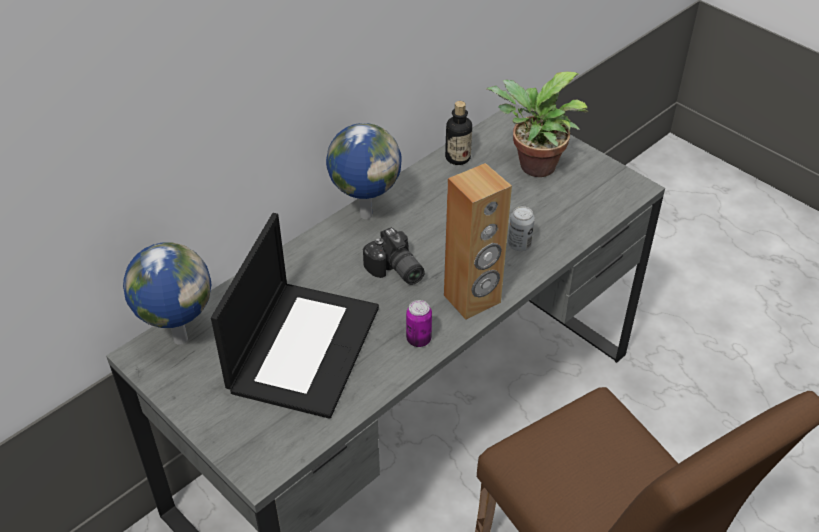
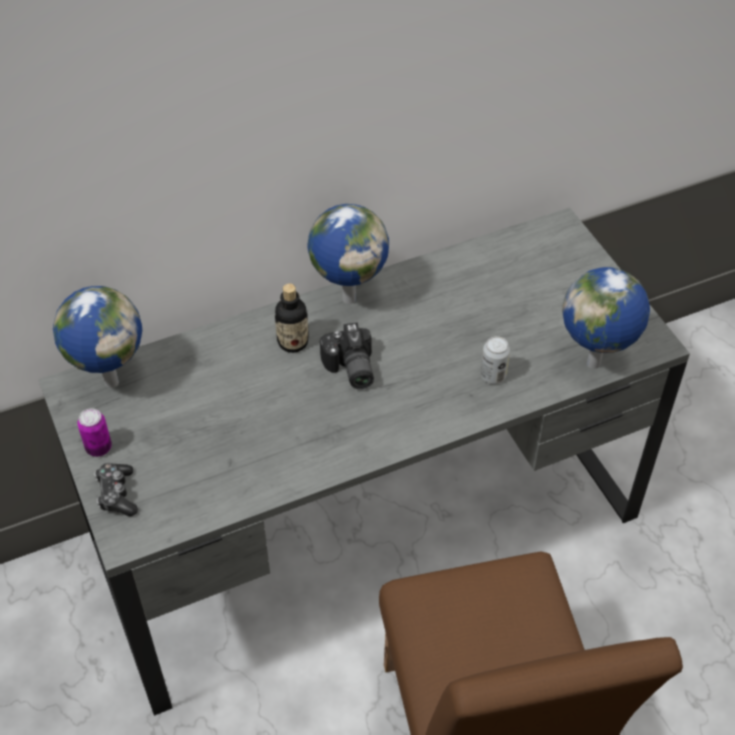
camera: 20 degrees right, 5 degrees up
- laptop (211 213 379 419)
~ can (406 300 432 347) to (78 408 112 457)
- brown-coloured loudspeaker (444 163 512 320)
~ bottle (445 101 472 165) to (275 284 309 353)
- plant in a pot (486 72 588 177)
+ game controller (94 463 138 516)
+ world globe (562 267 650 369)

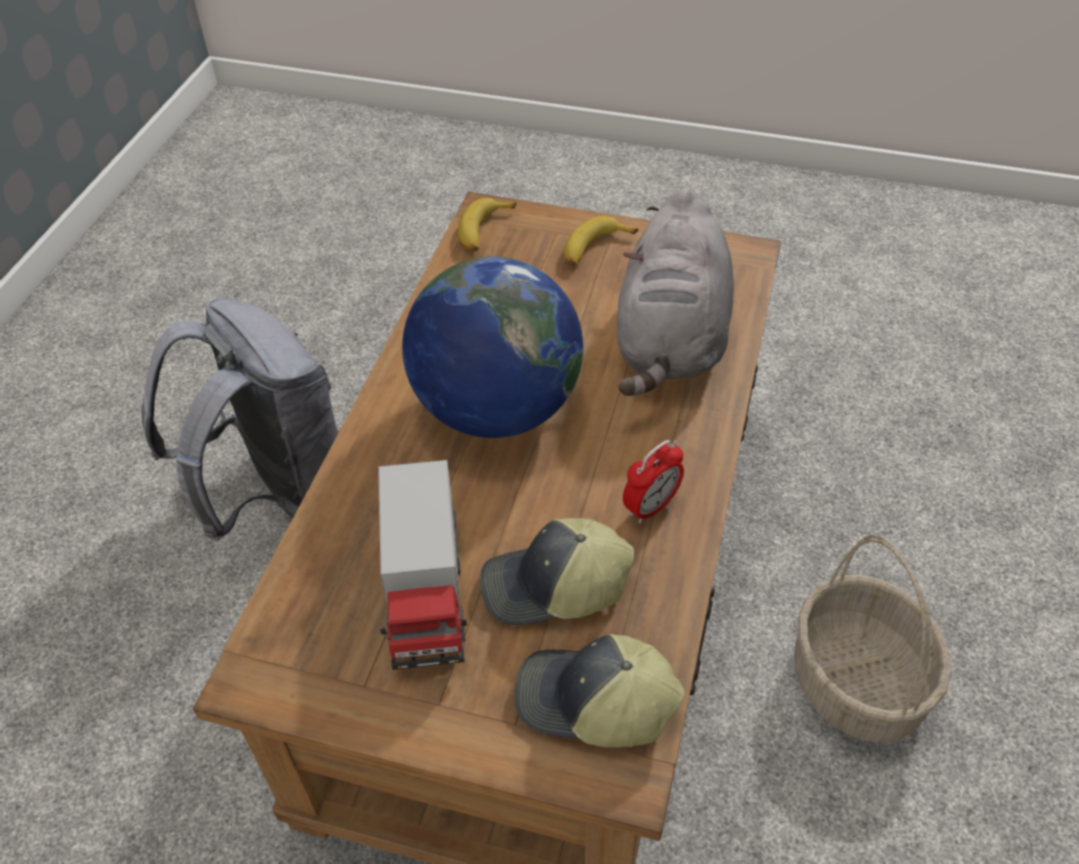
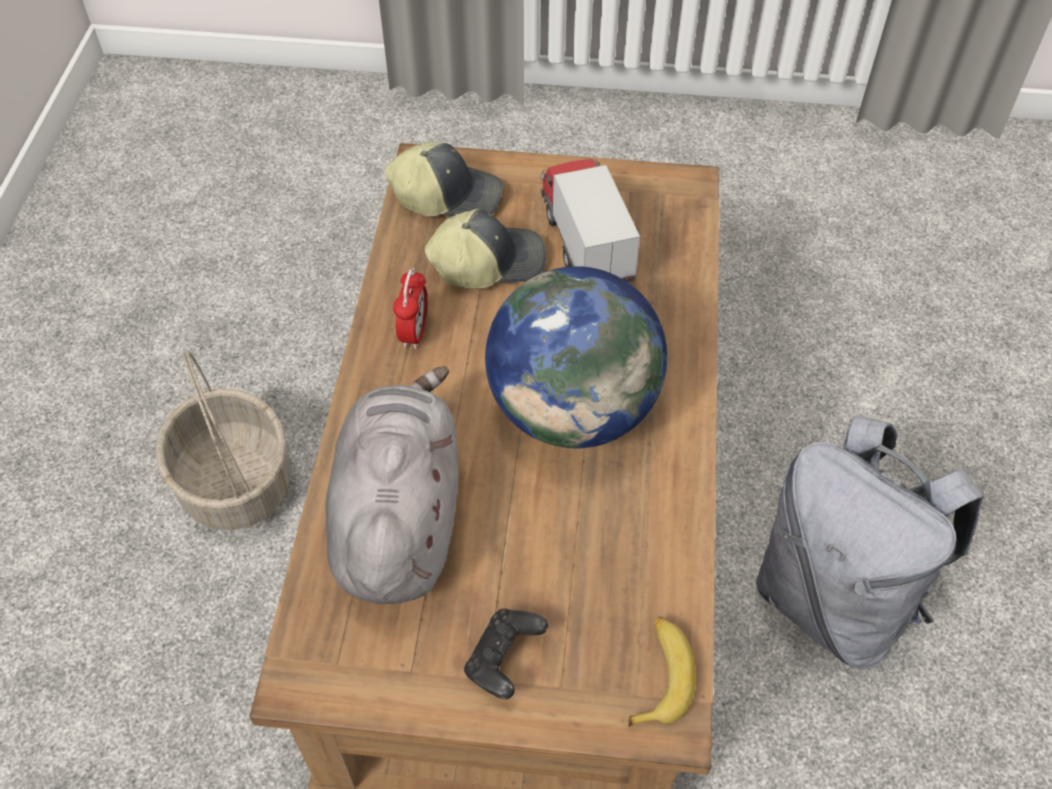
camera: 170 degrees right, 5 degrees up
~ banana (564 216 638 266) to blackish game controller (464 608 548 699)
~ alarm clock (623 440 684 524) = (393 268 428 349) 150 degrees clockwise

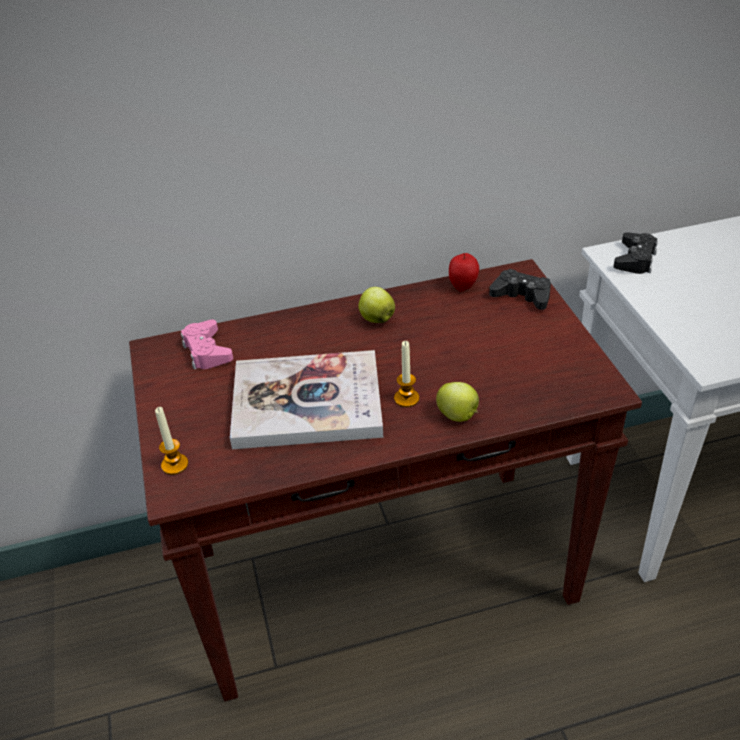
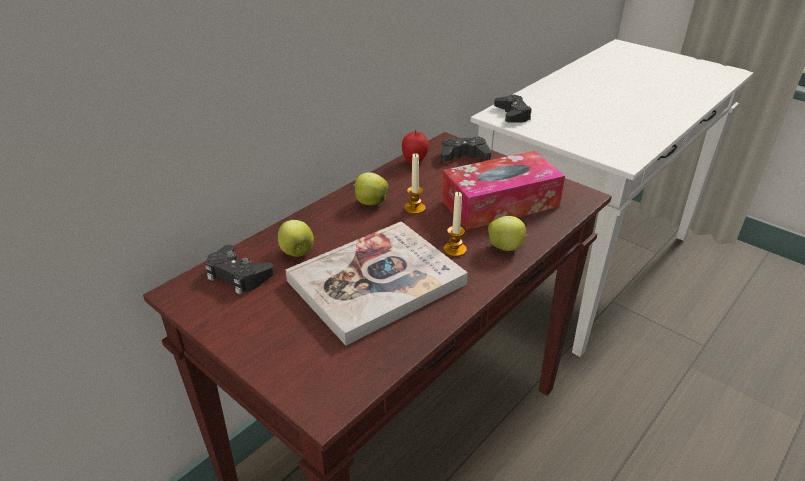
camera: 35 degrees left, 5 degrees down
~ wax candle (155 407 188 475) to (404 153 425 214)
~ pink game controller (181 319 233 370) to blackish game controller (205 245 274 295)
+ whole apple (278 220 314 257)
+ tissue holder (442 151 565 230)

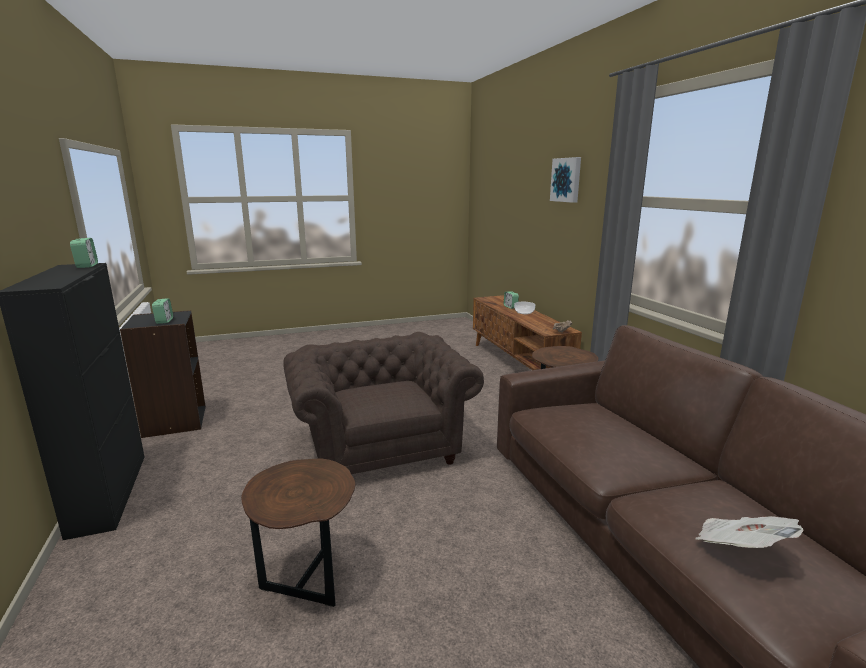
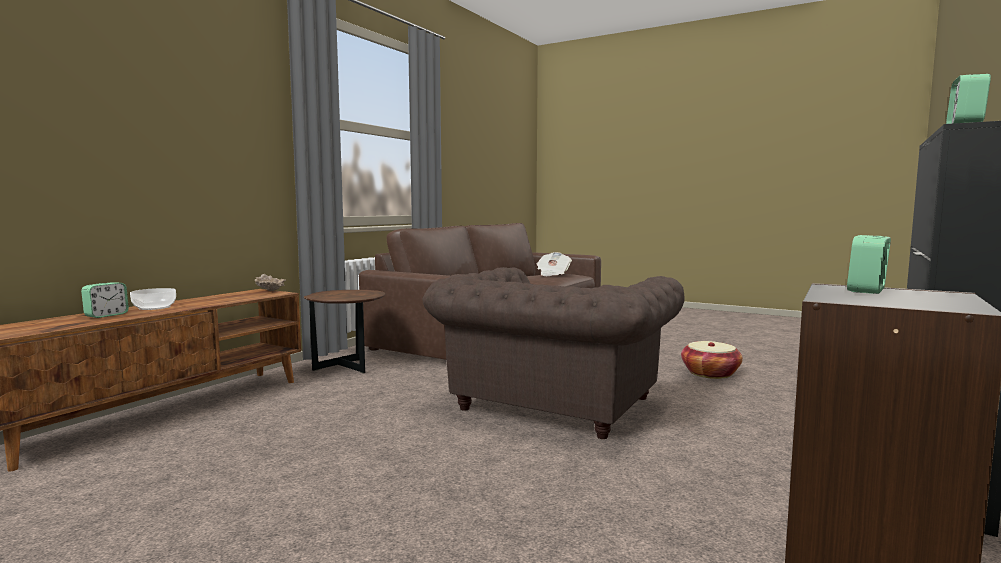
camera: 130 degrees left, 10 degrees down
~ brown-coloured end table (241 458 355 607) to household basket (681 341 743 379)
- wall picture (550 157 581 203)

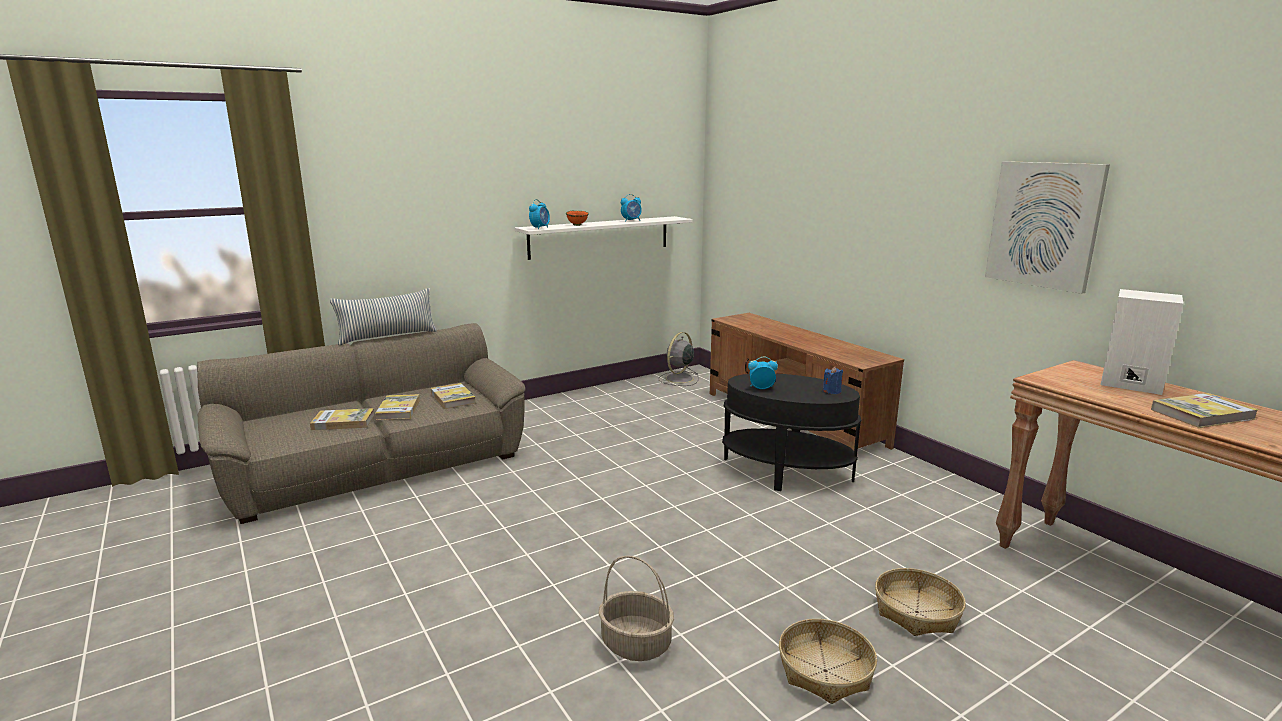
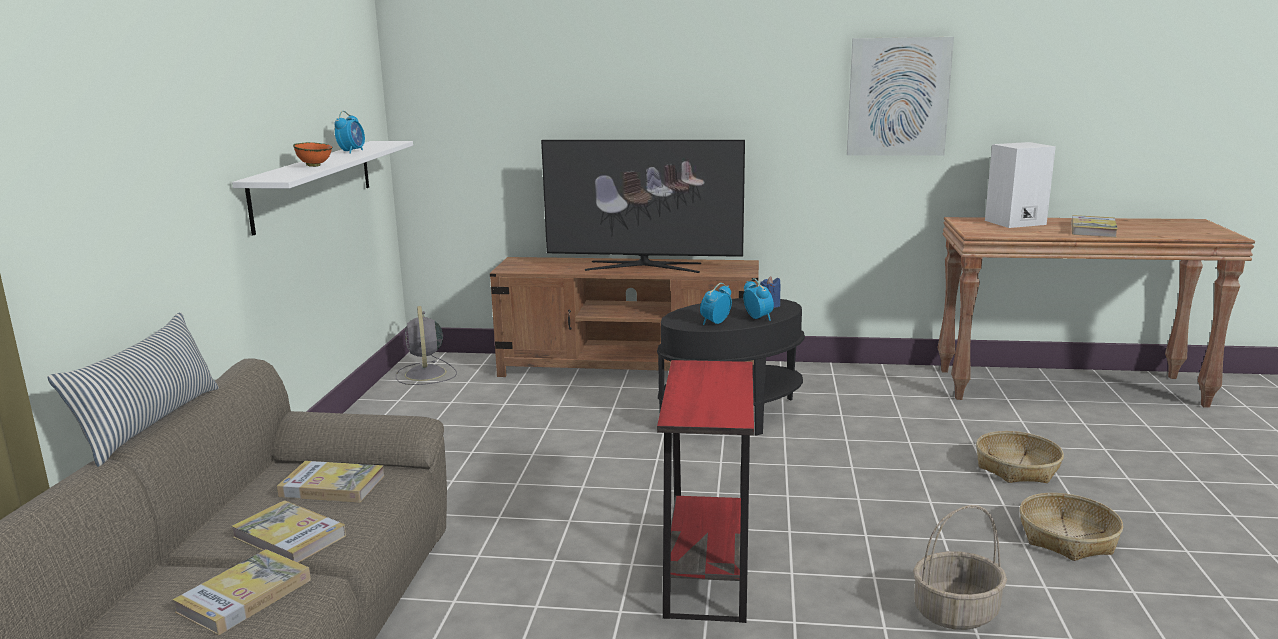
camera: 50 degrees left, 0 degrees up
~ alarm clock (529 199 550 229) to (743 278 774 321)
+ TV (541 140 745 273)
+ reddish end table (657 360 754 623)

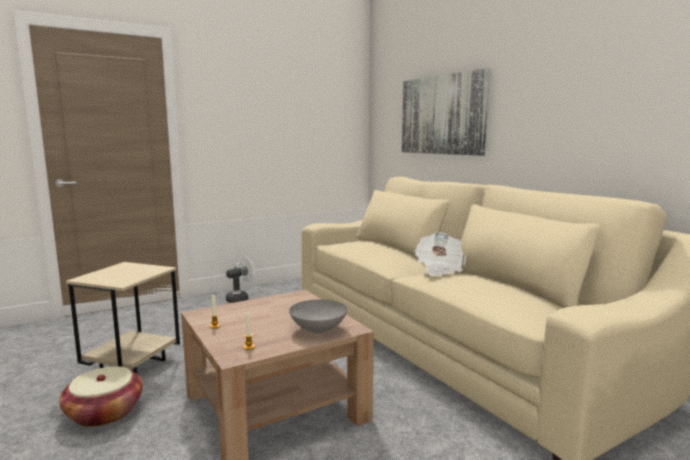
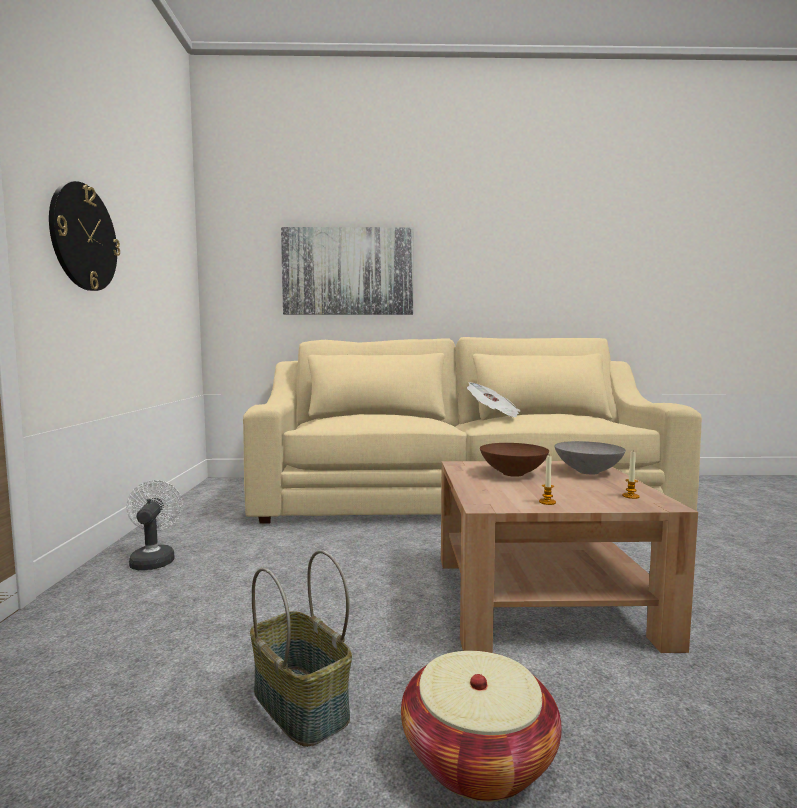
camera: 60 degrees left, 5 degrees down
~ beige end table (66 262 180 374) to household basket (250 550 352 747)
+ clock on the wall (49 181 120 291)
+ brown-coloured serving bowl (480 443 549 477)

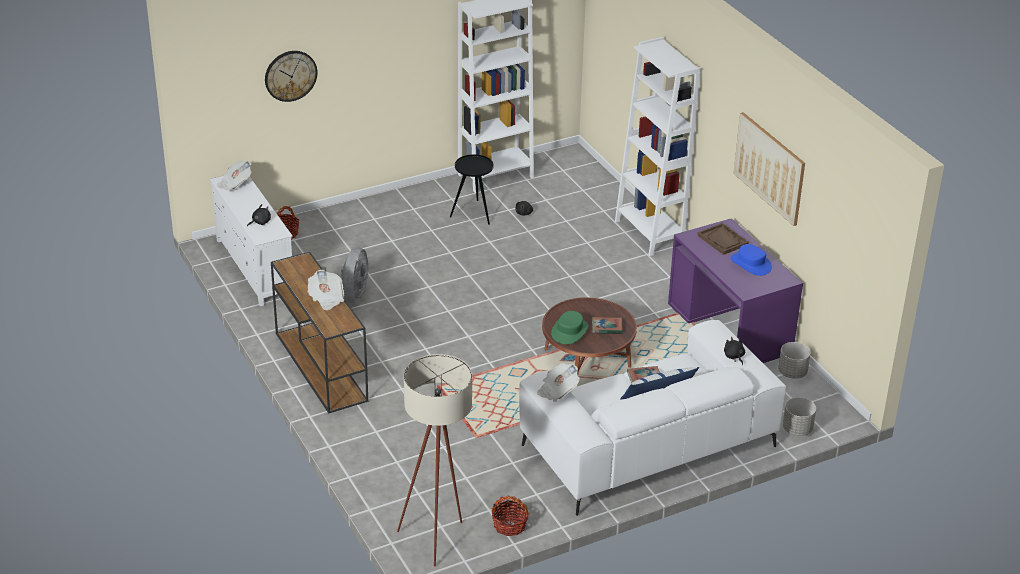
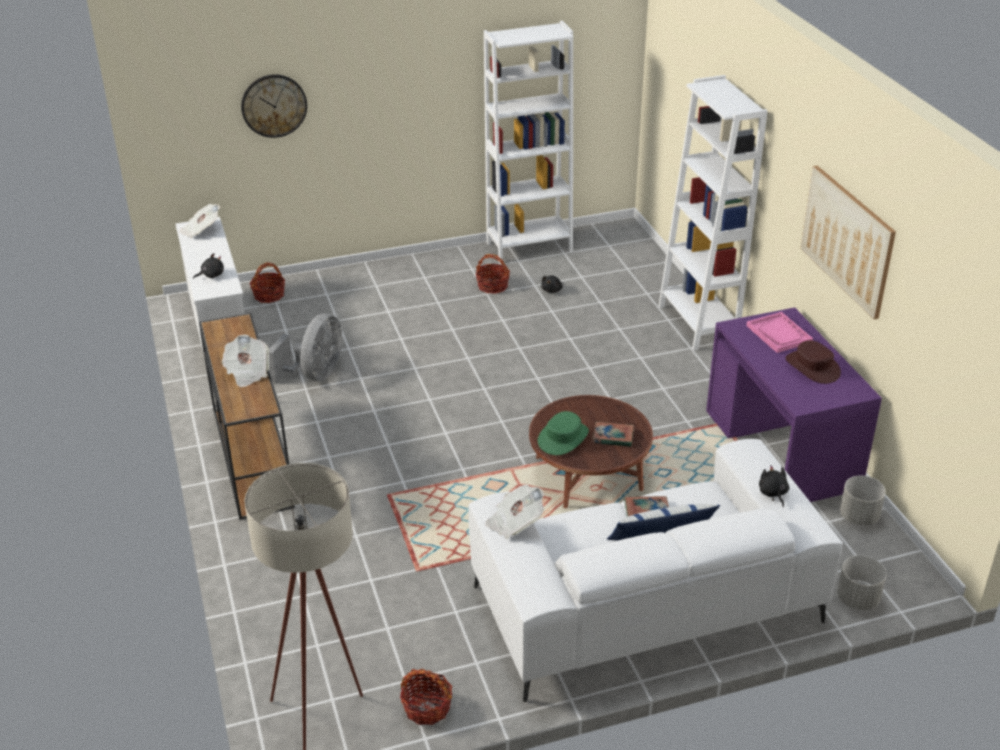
camera: 10 degrees right, 0 degrees up
~ blackish end table (450 154 494 225) to household basket (476 254 510 294)
~ brown-coloured tray (697 223 749 255) to pink tray (746 312 813 353)
~ bluish hat (730 244 772 276) to brown-coloured hat (786 340 841 384)

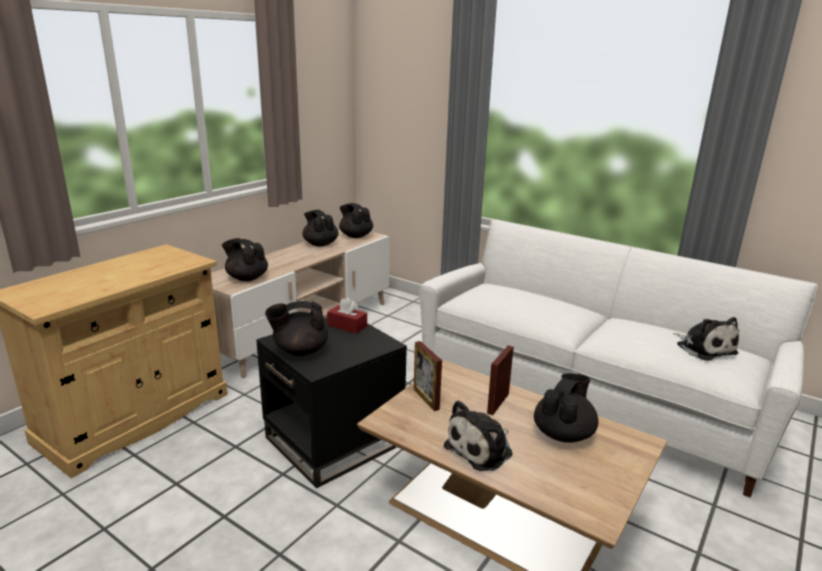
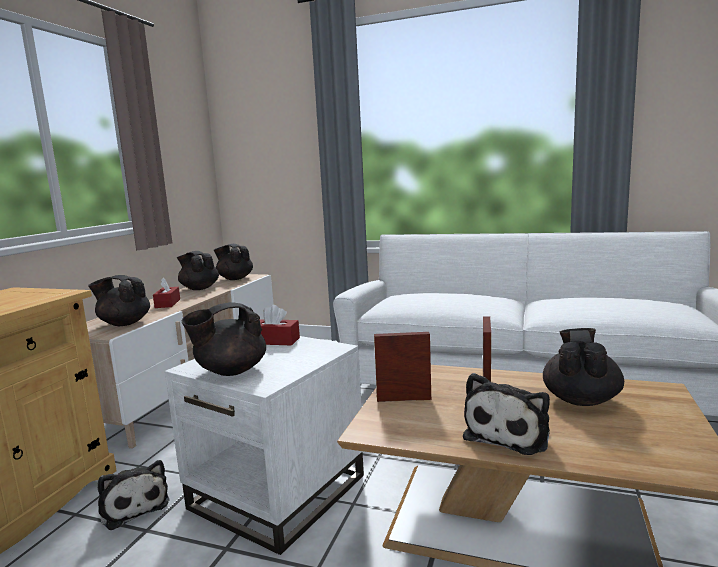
camera: 15 degrees left, 10 degrees down
~ blackish end table (256 318 407 488) to whitish end table (165 336 364 555)
~ picture frame (413 341 442 411) = (374 332 431 402) 135 degrees clockwise
~ soft toy (673 317 740 361) to (98 460 170 530)
+ reddish tissue holder (153 278 180 308)

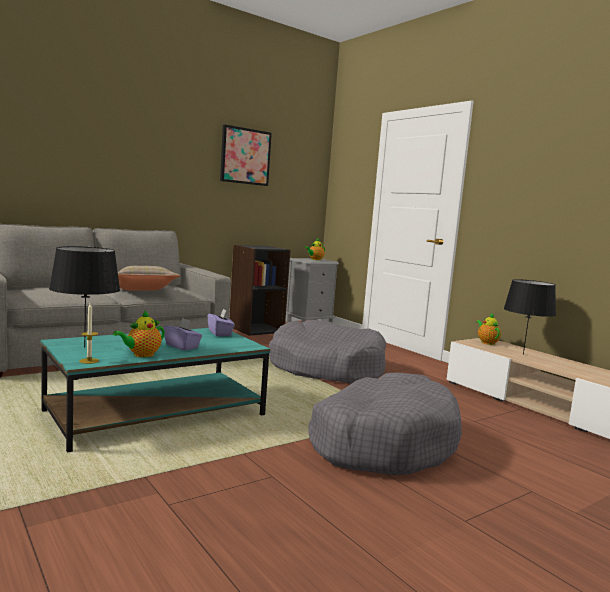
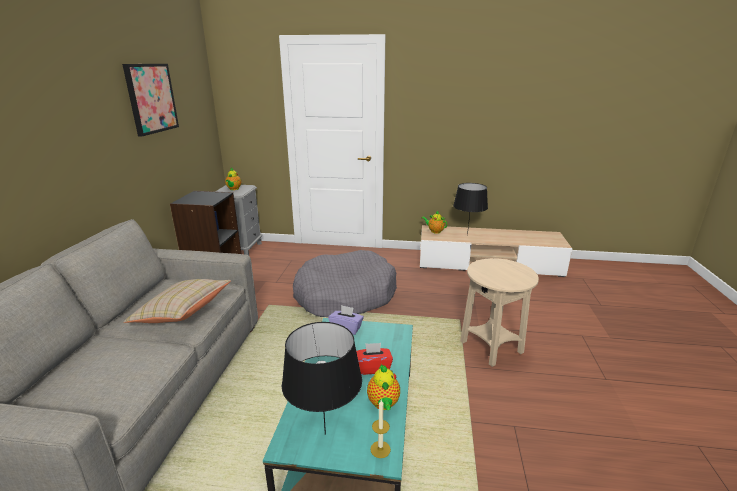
camera: 45 degrees left, 15 degrees up
~ purplish tissue holder (164 318 202 351) to reddish tissue holder (356 343 393 375)
~ gray pet bed (308 373 462 475) to beige end table (460 258 539 367)

